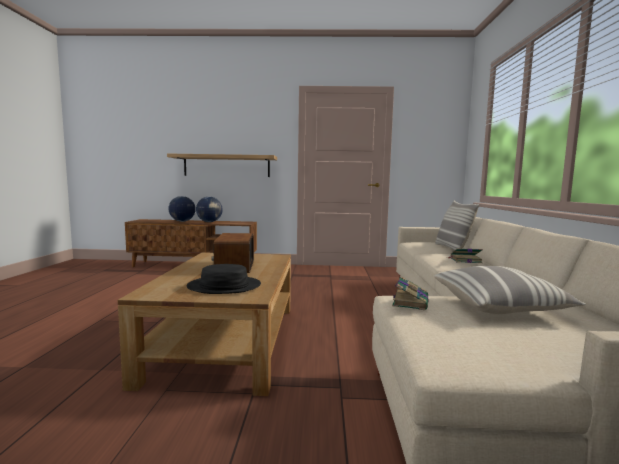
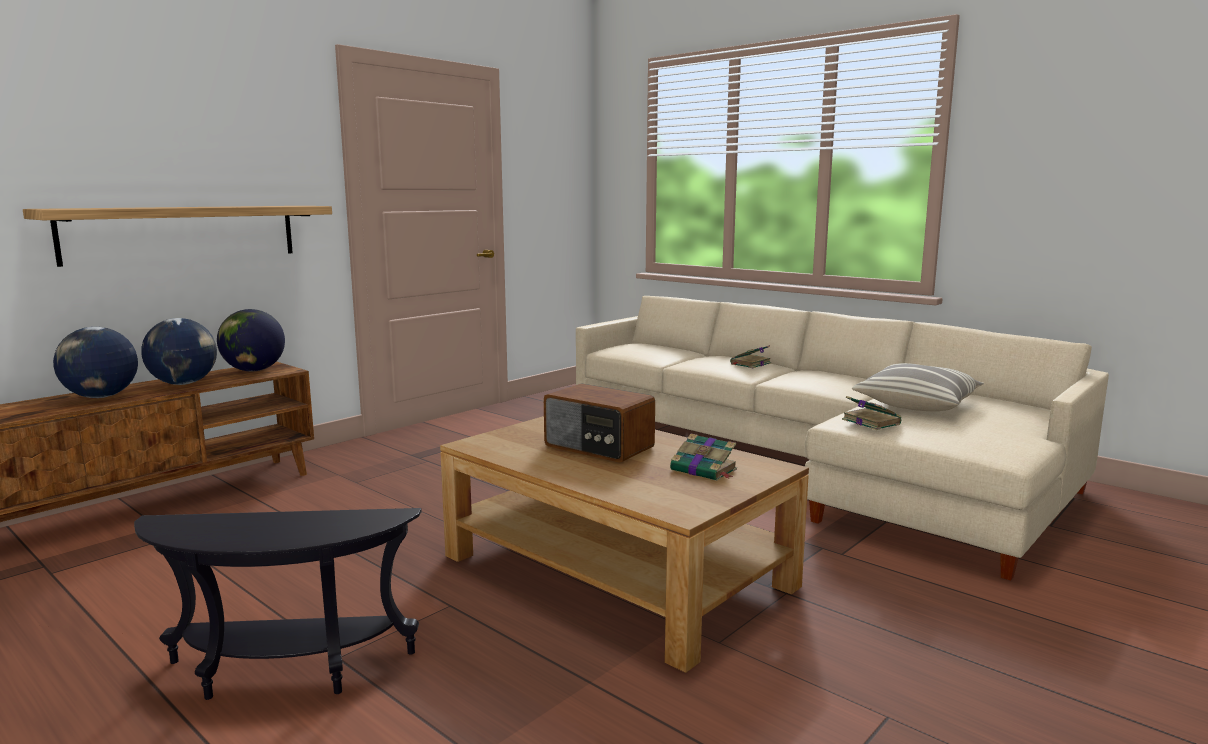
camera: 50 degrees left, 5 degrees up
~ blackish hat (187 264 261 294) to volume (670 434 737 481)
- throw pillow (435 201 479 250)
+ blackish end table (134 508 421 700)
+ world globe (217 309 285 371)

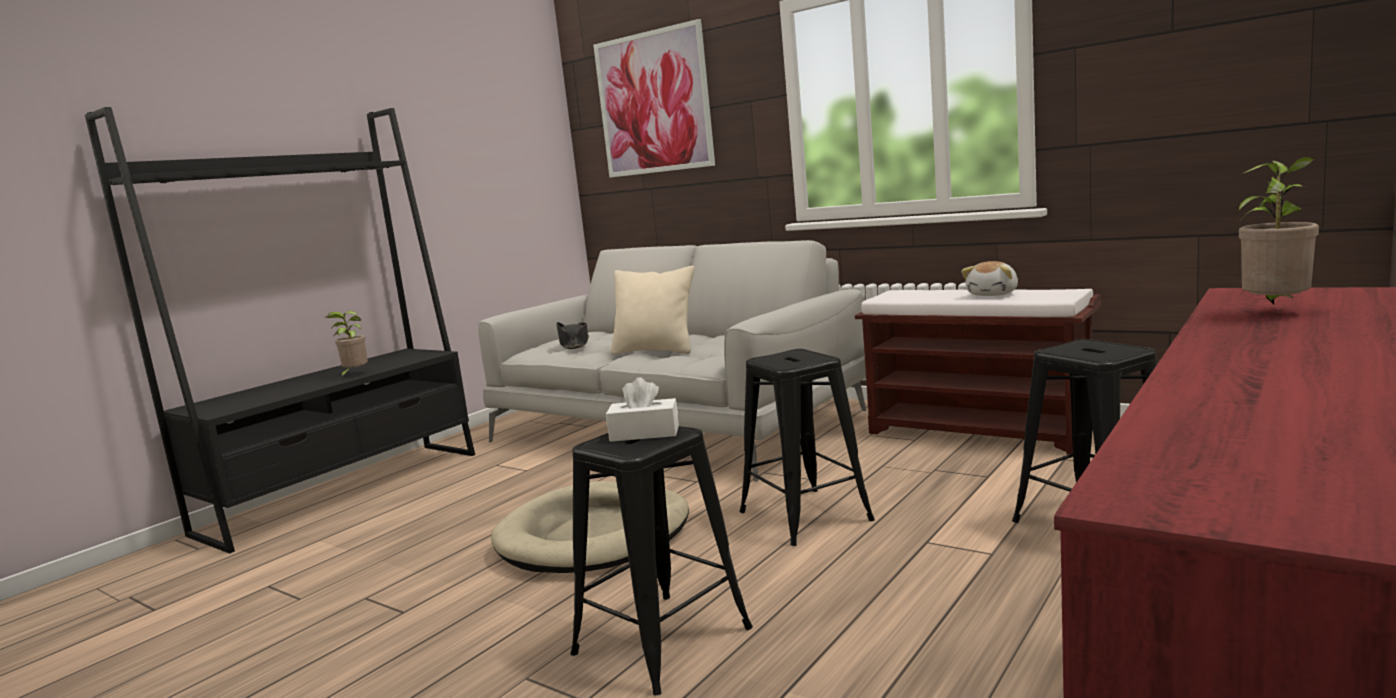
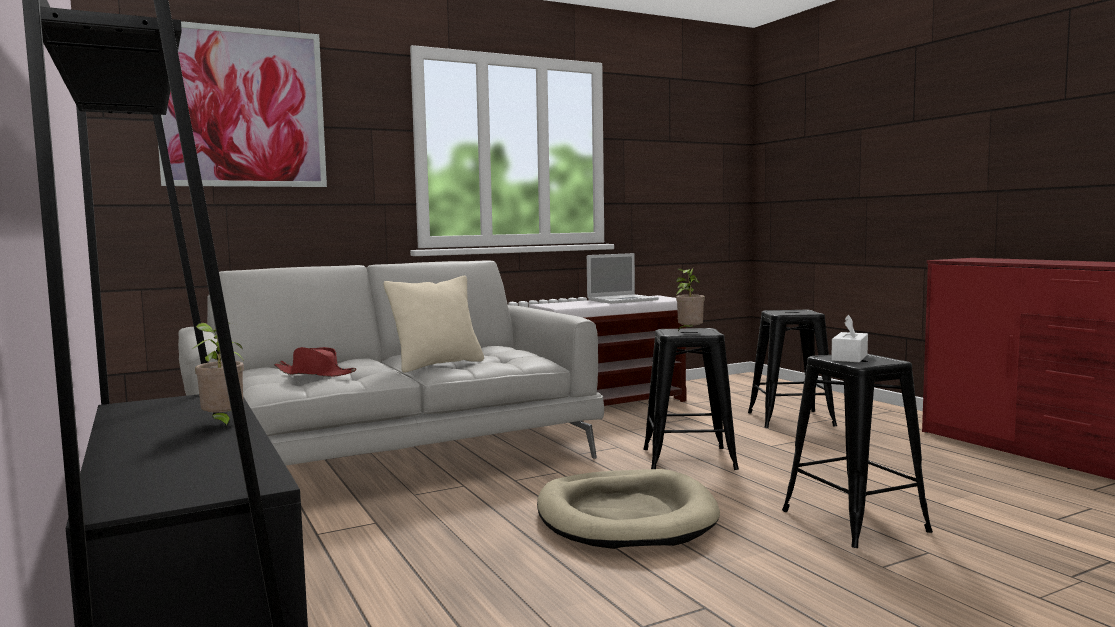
camera: 65 degrees left, 5 degrees down
~ blackish hat (556 322 589 349) to reddish hat (274 347 357 377)
~ soft toy (961 261 1018 296) to laptop (587 253 659 304)
~ plant in a pot (1238 157 1319 304) to (676 268 705 331)

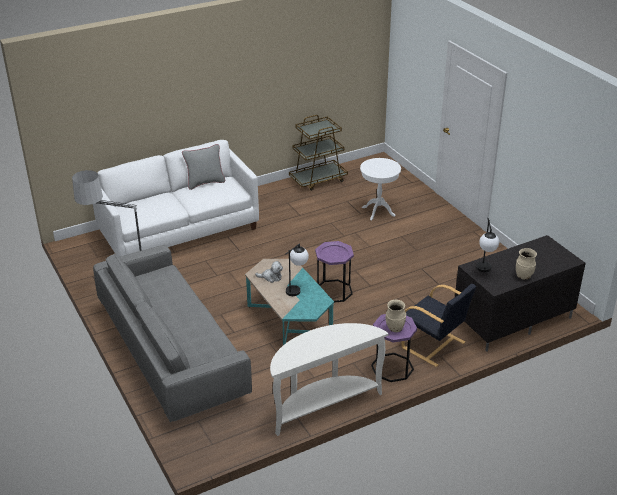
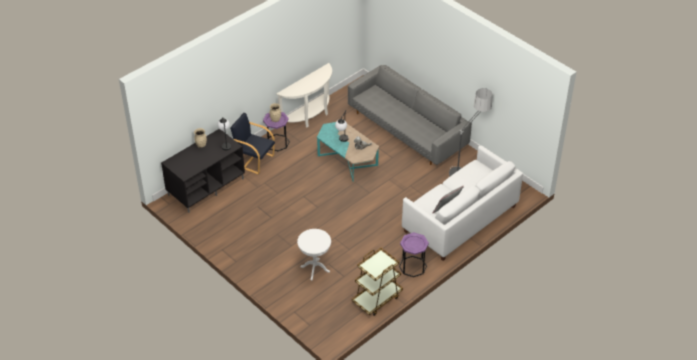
camera: 165 degrees right, 10 degrees up
~ purplish end table (315 241 354 302) to (399 232 429 277)

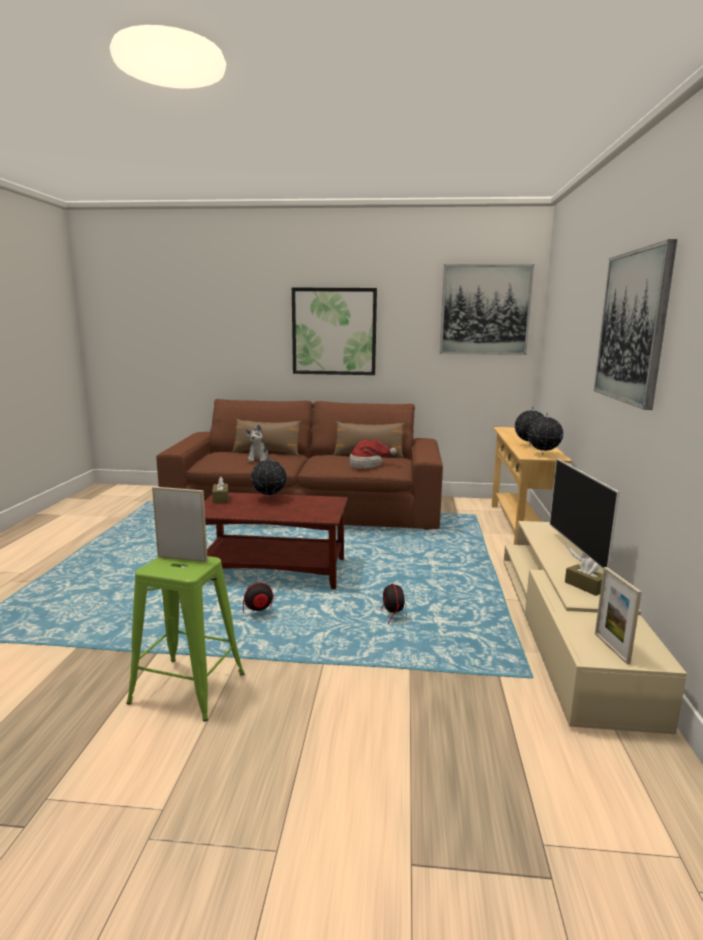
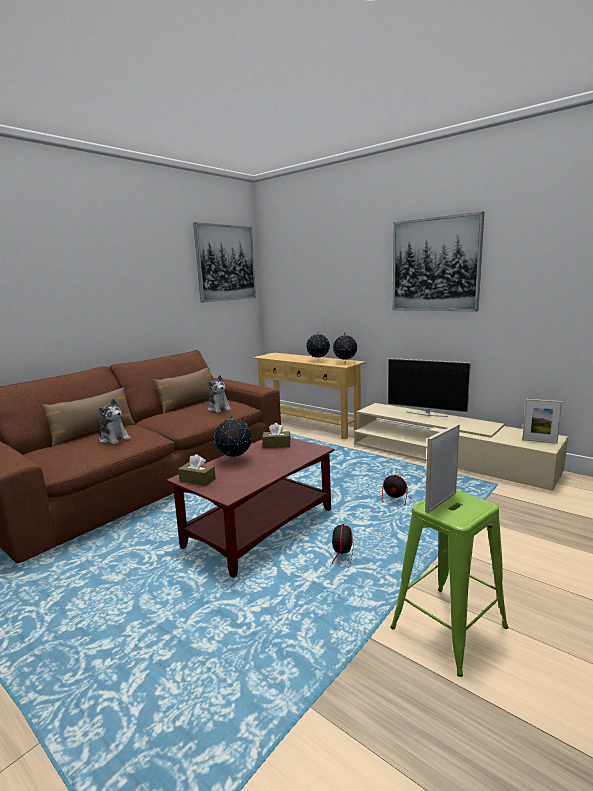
camera: 55 degrees left, 0 degrees up
- wall picture (292 288 377 375)
~ hat (350 440 397 469) to soft toy (207 375 232 413)
~ brown-coloured tissue holder (565 558 603 596) to (262 423 291 448)

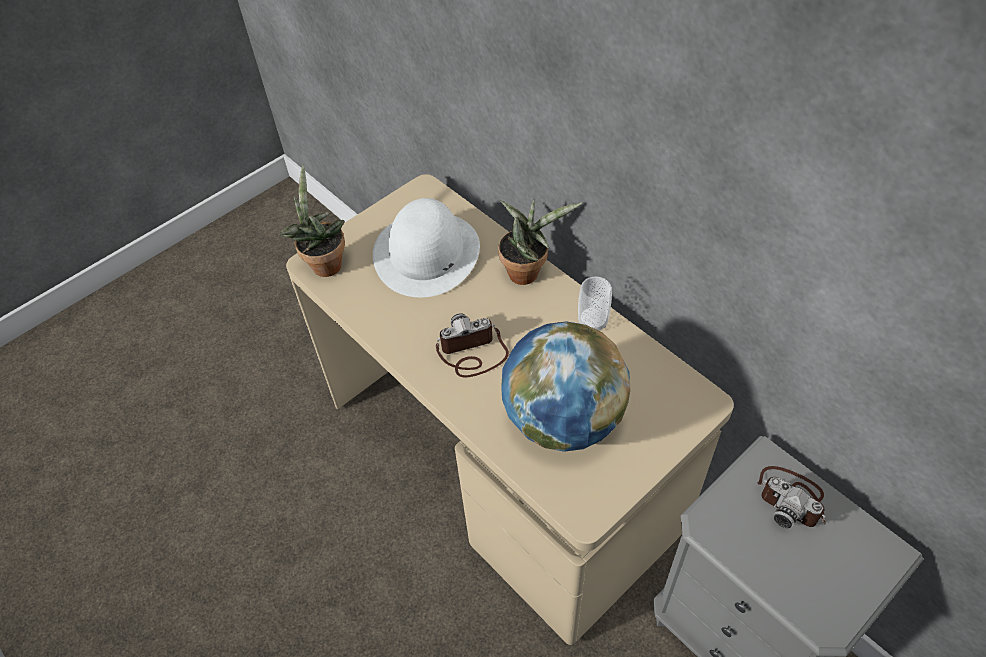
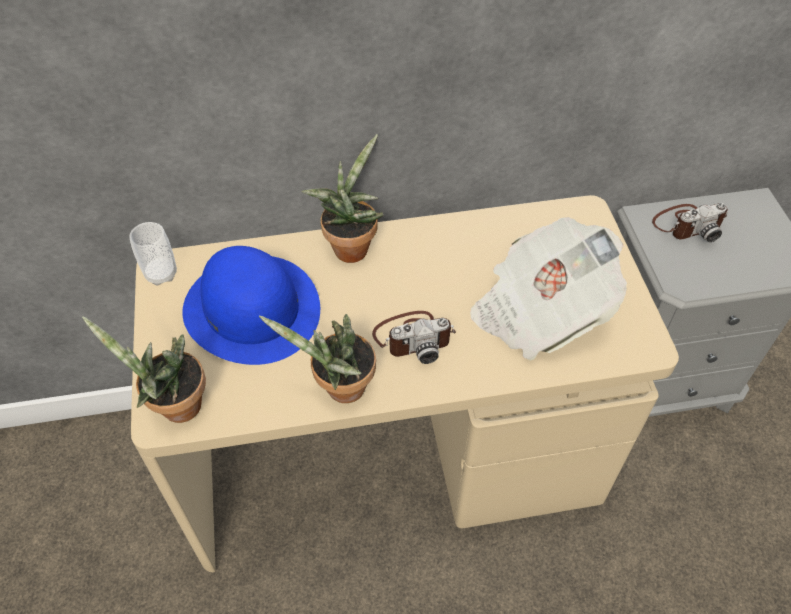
camera: 60 degrees left, 0 degrees up
~ whitish hat (373 198 480 297) to bluish hat (182 246 320 365)
~ still camera (436 313 509 378) = (372 311 456 364) 120 degrees counterclockwise
~ world globe (501 322 630 452) to newspaper (470 217 627 361)
~ small cup (578 277 612 331) to (129 222 177 285)
+ plant in a pot (259 314 376 403)

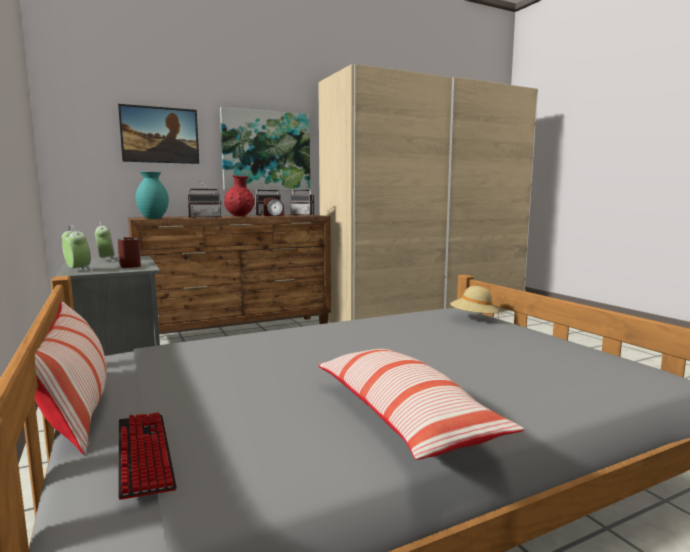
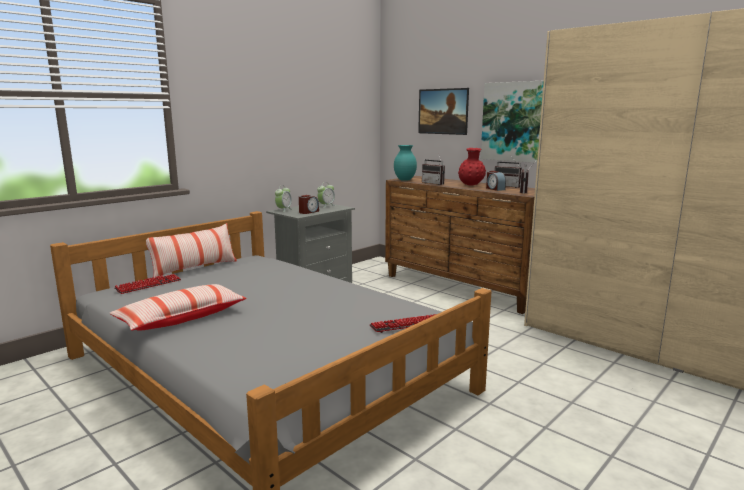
camera: 70 degrees right, 5 degrees up
~ beige hat (450 286 499 319) to keyboard (369 314 436 333)

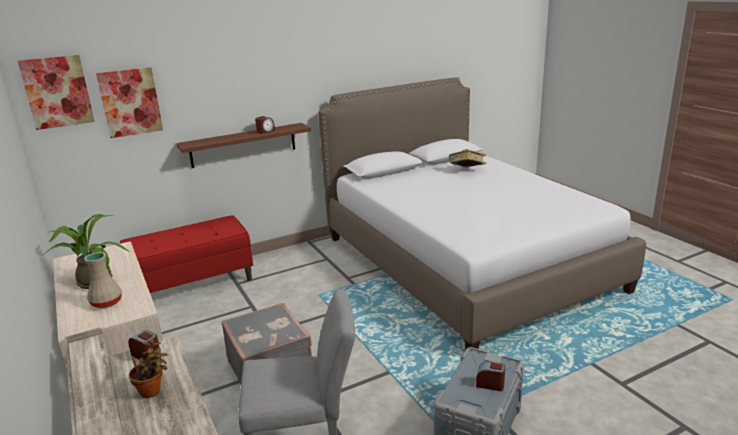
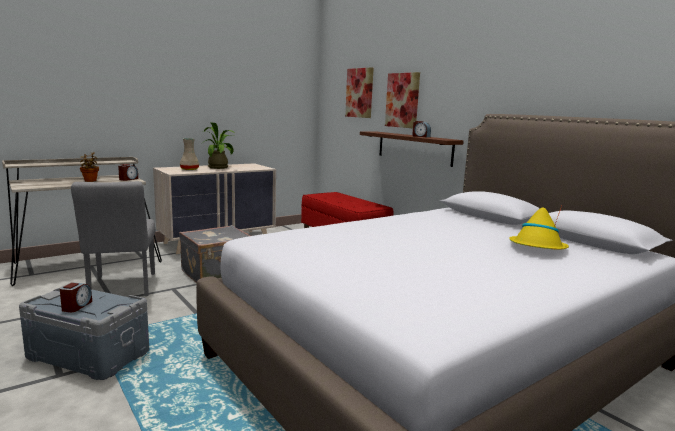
camera: 80 degrees right, 10 degrees down
~ wall picture (18 55 95 130) to (385 72 420 128)
~ volume (448 149 486 167) to yellow-coloured hat (509 206 569 250)

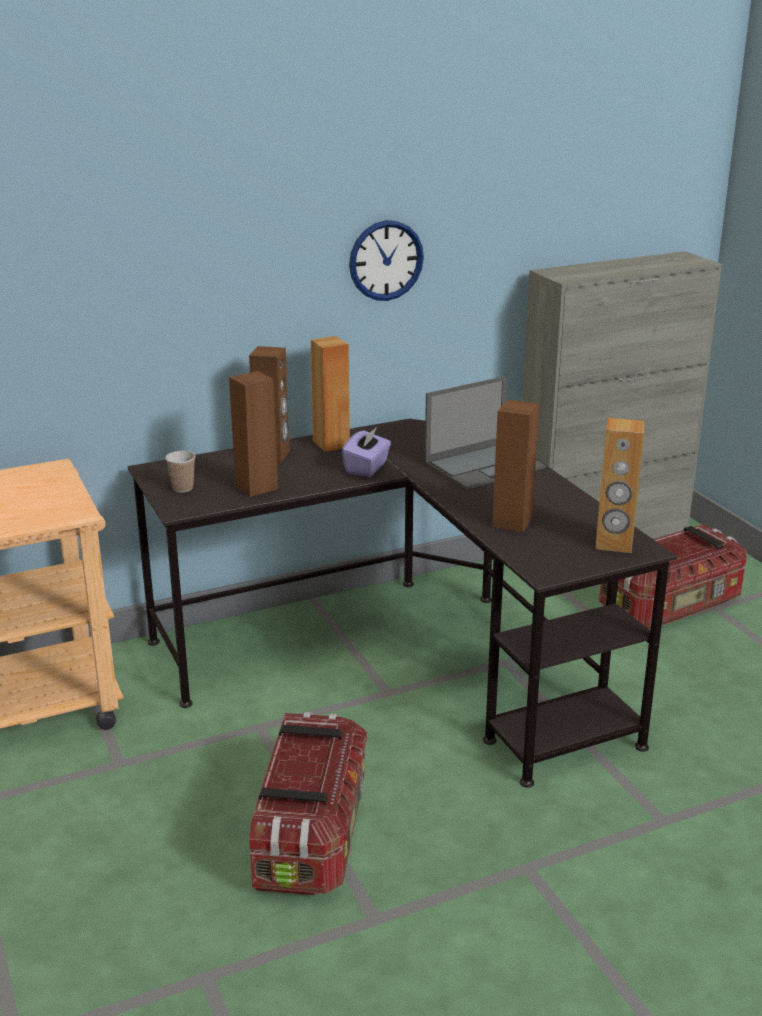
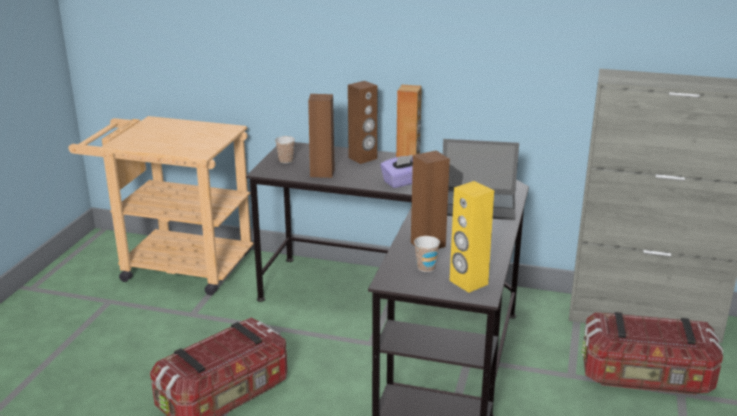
camera: 40 degrees right, 0 degrees up
- clock on the wall (349 220 424 301)
~ brown-coloured loudspeaker (595 418 644 553) to yellow-coloured loudspeaker (450 181 494 293)
+ small cup (414 236 440 272)

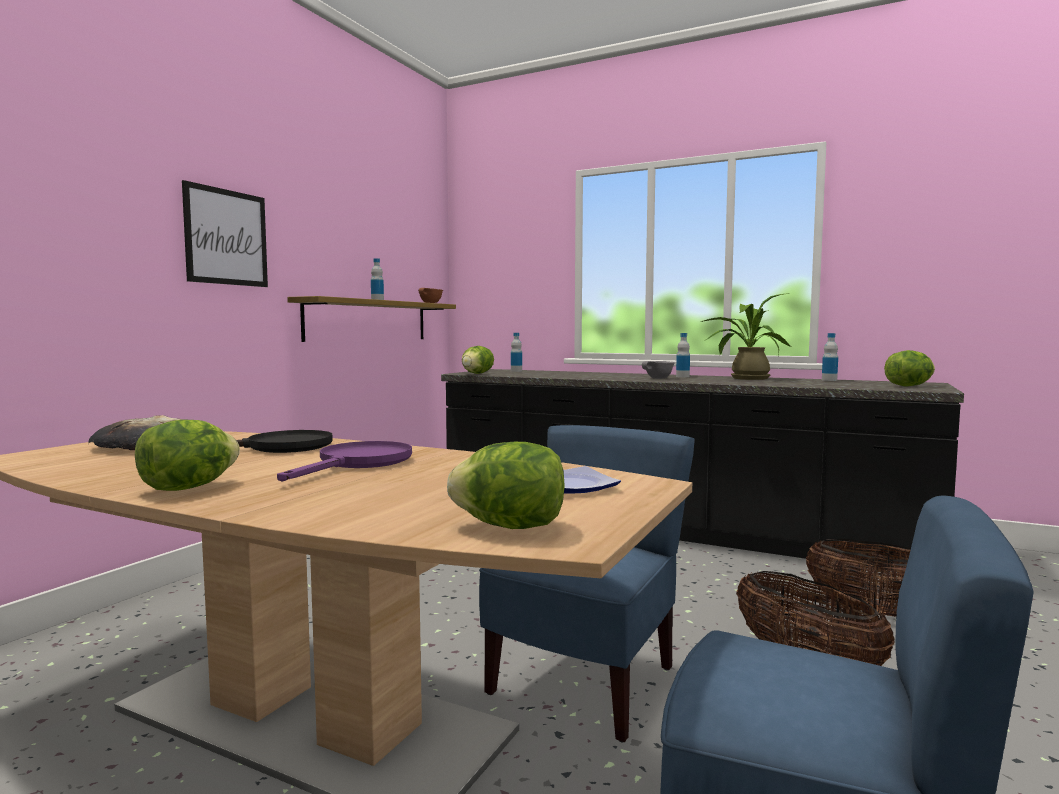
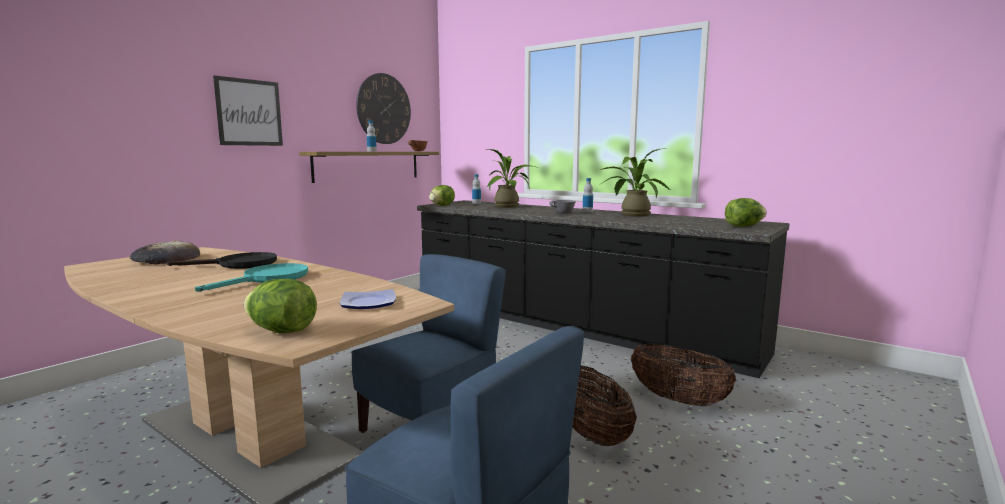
camera: 10 degrees right, 5 degrees up
- lettuce (135 419 240 491)
~ purplish skillet (277 441 412 481) to turquoise-coloured skillet (195 263 308 292)
- bottle (822 333 838 381)
+ clock on the wall (356 73 411 144)
+ plant in a pot (486 149 538 208)

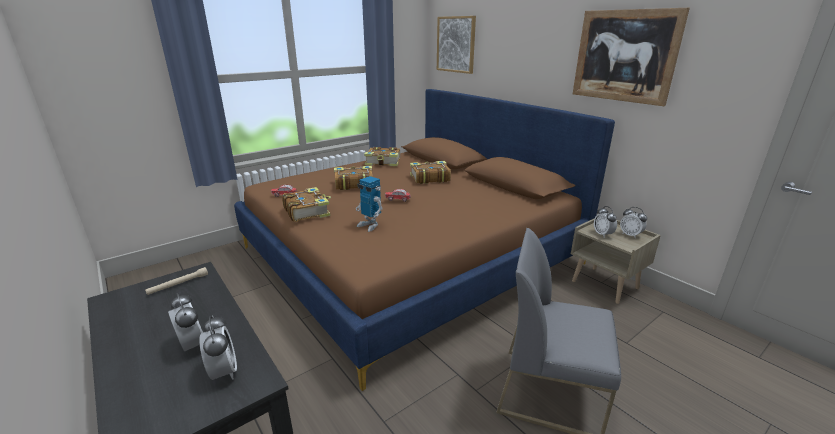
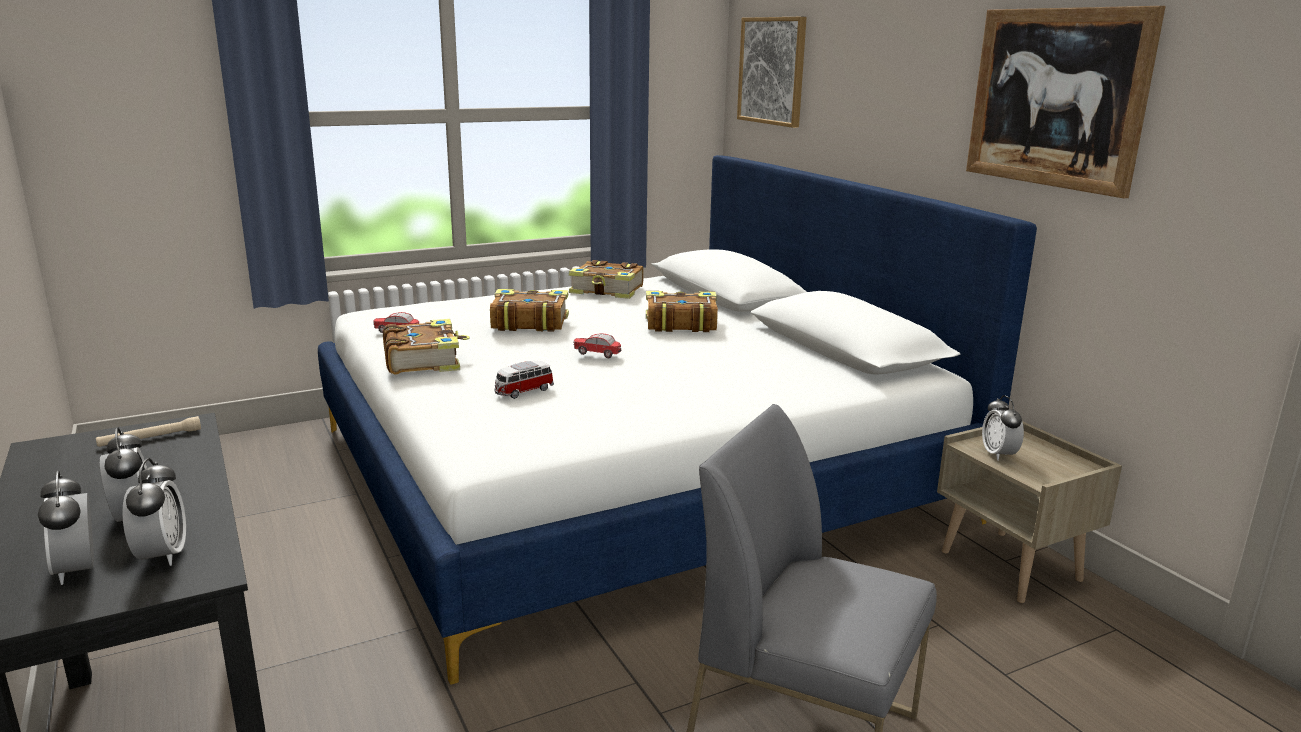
camera: 10 degrees right, 5 degrees down
~ brown-coloured sleeping bed (234 89 615 391) to whitish sleeping bed (318 155 1037 685)
~ toy robot (356 176 383 232) to miniature car (494 361 554 399)
~ alarm clock (620 207 647 238) to (38 470 94 585)

